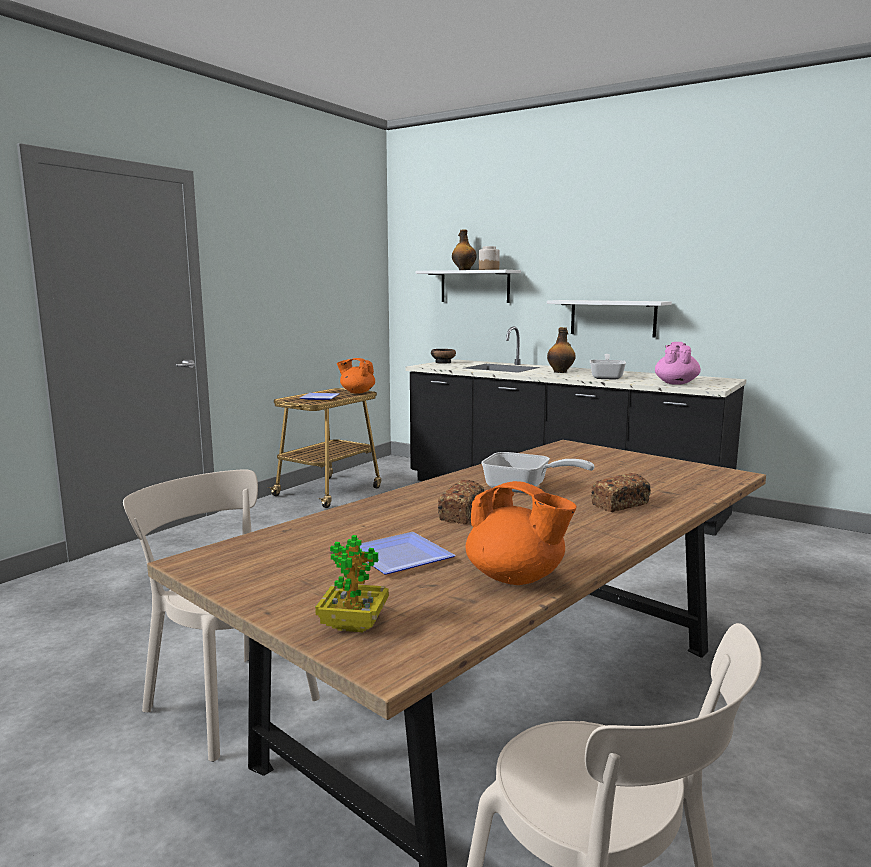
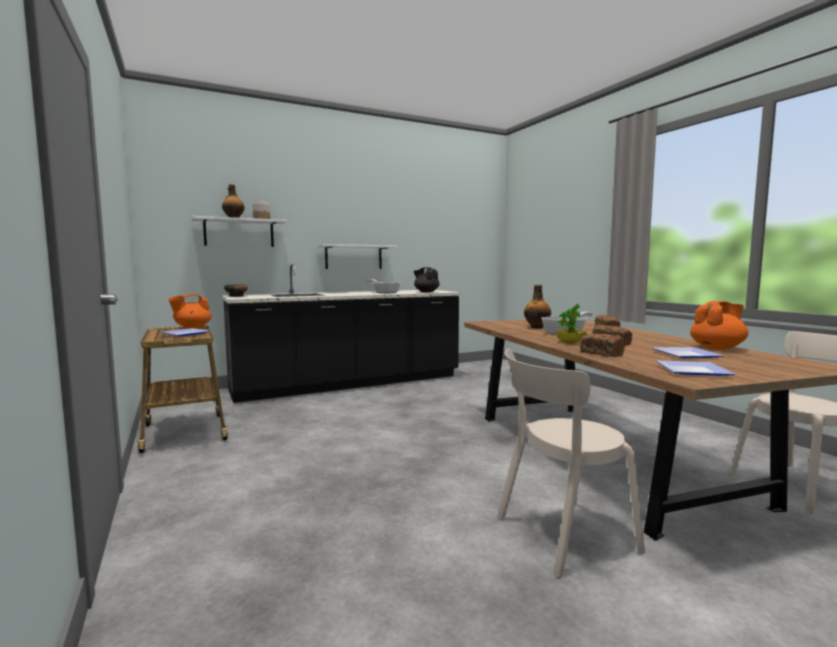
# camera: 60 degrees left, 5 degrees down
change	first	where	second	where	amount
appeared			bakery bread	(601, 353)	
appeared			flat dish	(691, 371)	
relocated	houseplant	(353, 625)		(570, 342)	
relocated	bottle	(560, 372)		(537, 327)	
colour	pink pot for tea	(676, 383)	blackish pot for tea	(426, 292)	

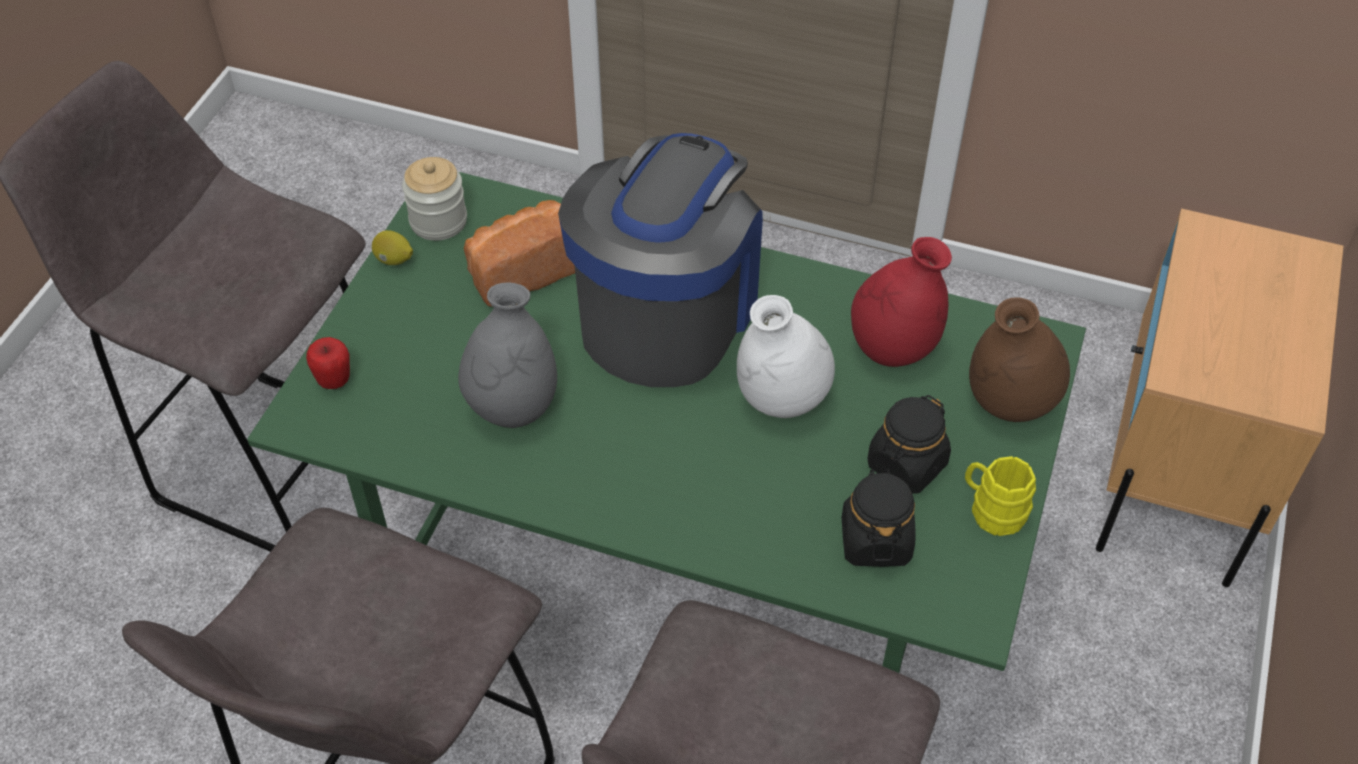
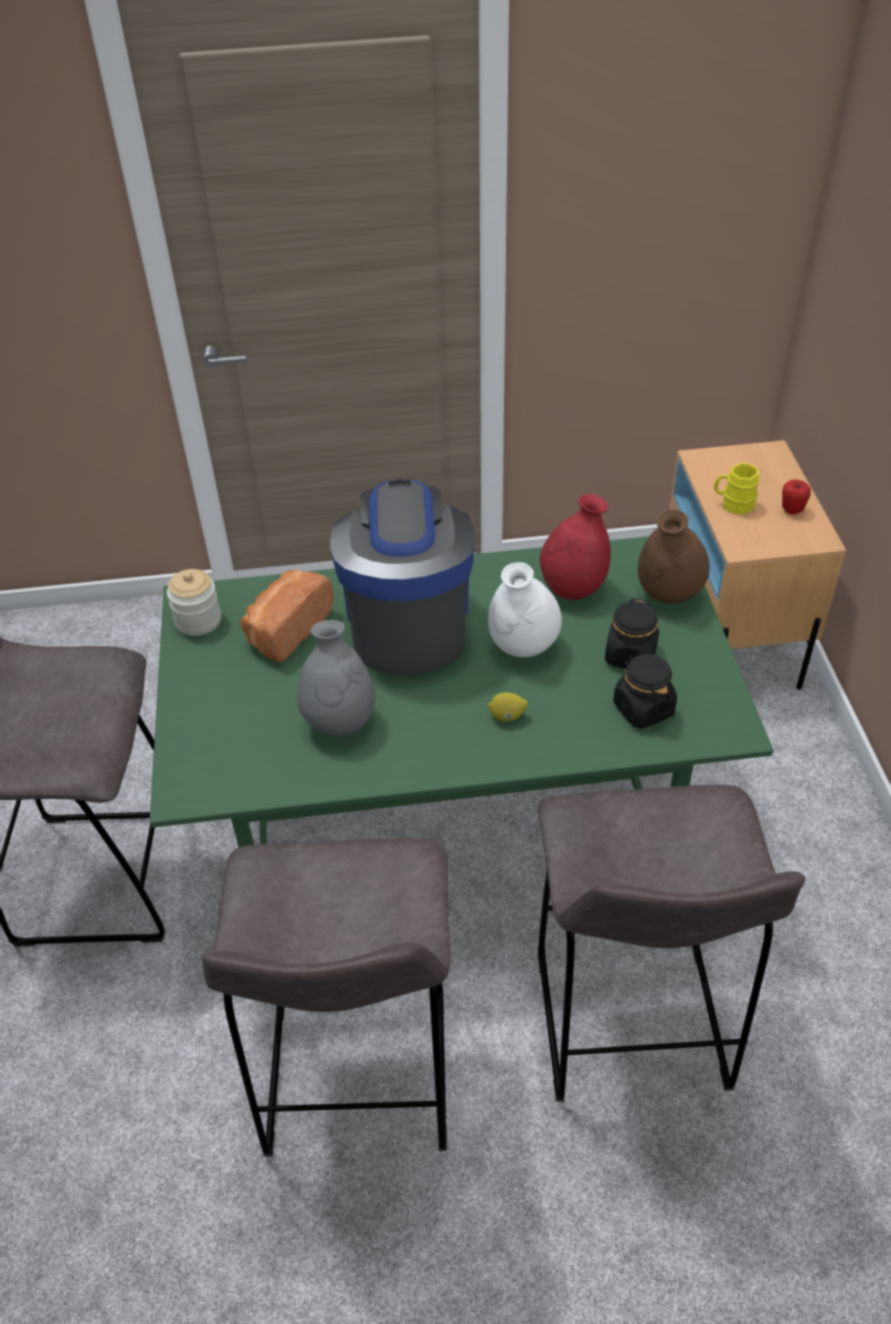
# camera: 25 degrees left, 5 degrees down
change	first	where	second	where	amount
relocated	whole apple	(334, 380)		(792, 510)	
relocated	whole lemon	(394, 260)		(507, 716)	
relocated	yellow mug	(992, 510)		(733, 504)	

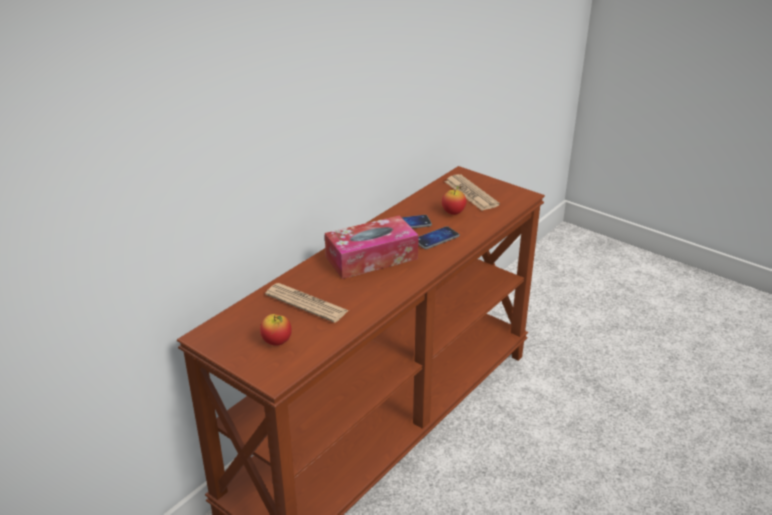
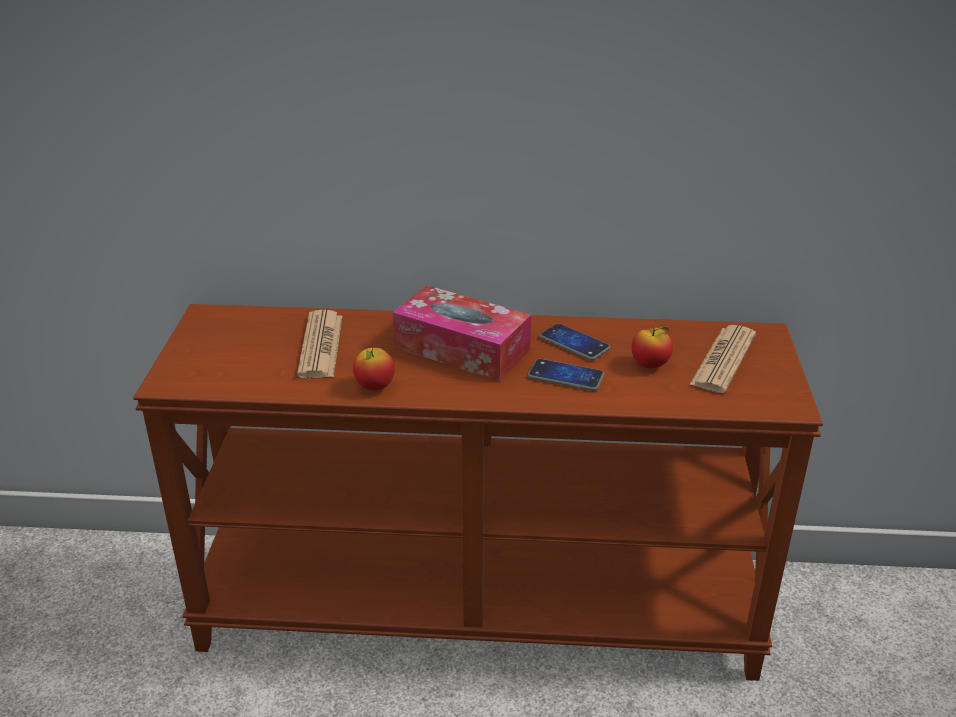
# camera: 55 degrees right, 0 degrees up
change	first	where	second	where	amount
relocated	whole apple	(277, 342)		(374, 387)	

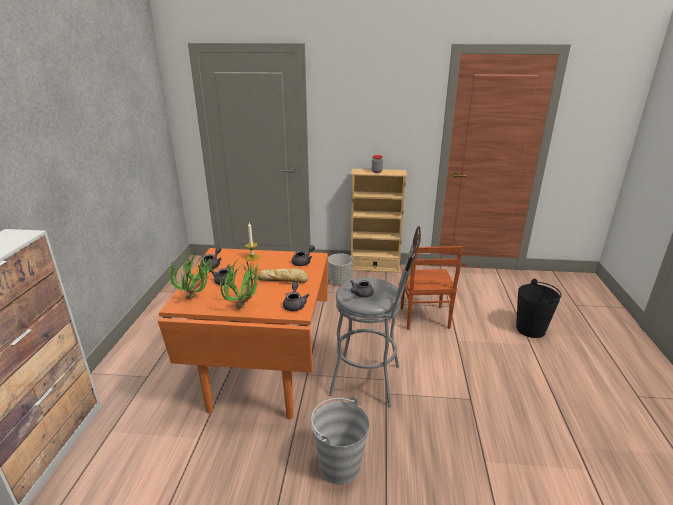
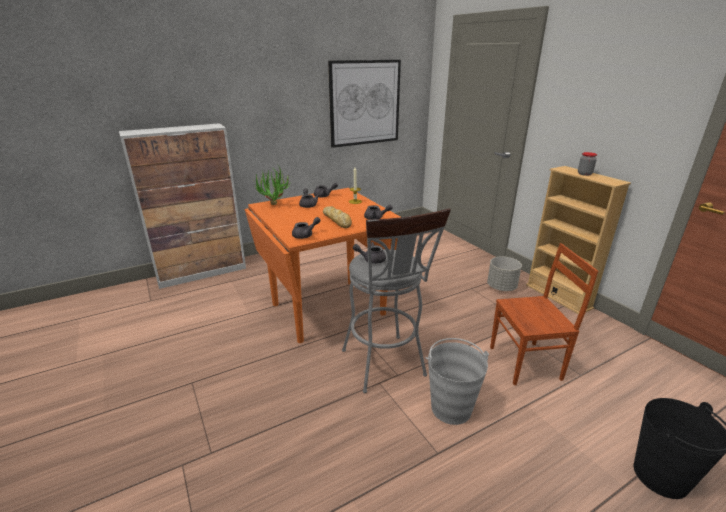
# camera: 55 degrees right, 0 degrees up
change	first	where	second	where	amount
missing	houseplant	(246, 306)			
appeared			wall picture	(365, 103)	
relocated	greyish pail	(339, 466)		(451, 408)	
spun	brown chair	(423, 318)		(526, 363)	150 degrees counterclockwise

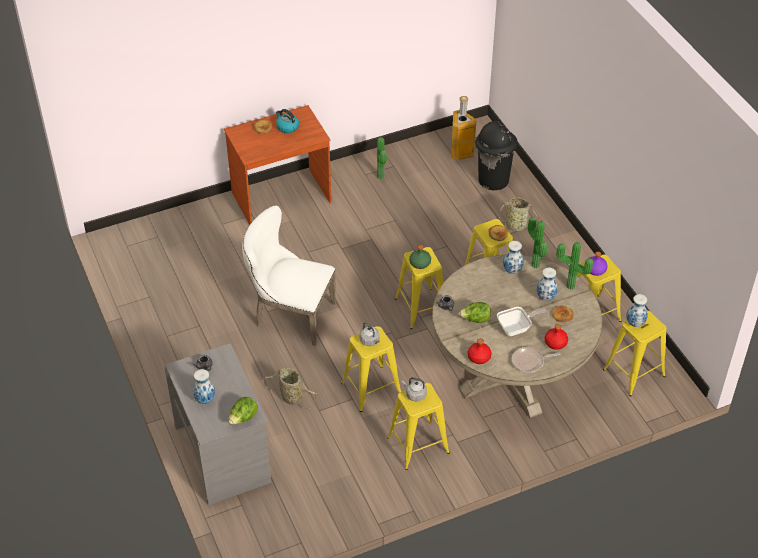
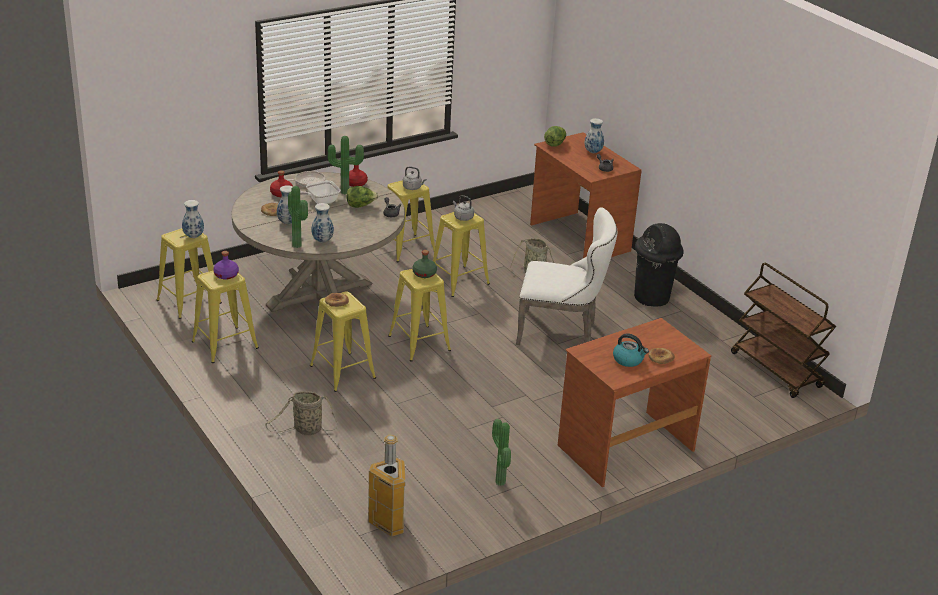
# camera: 170 degrees right, 15 degrees down
change	first	where	second	where	amount
appeared			brown cart	(777, 370)	
relocated	blackish waste bin	(493, 179)		(652, 298)	
relocated	houseplant	(570, 287)		(345, 191)	
colour	greyish desk table	(224, 454)	brown desk table	(578, 238)	

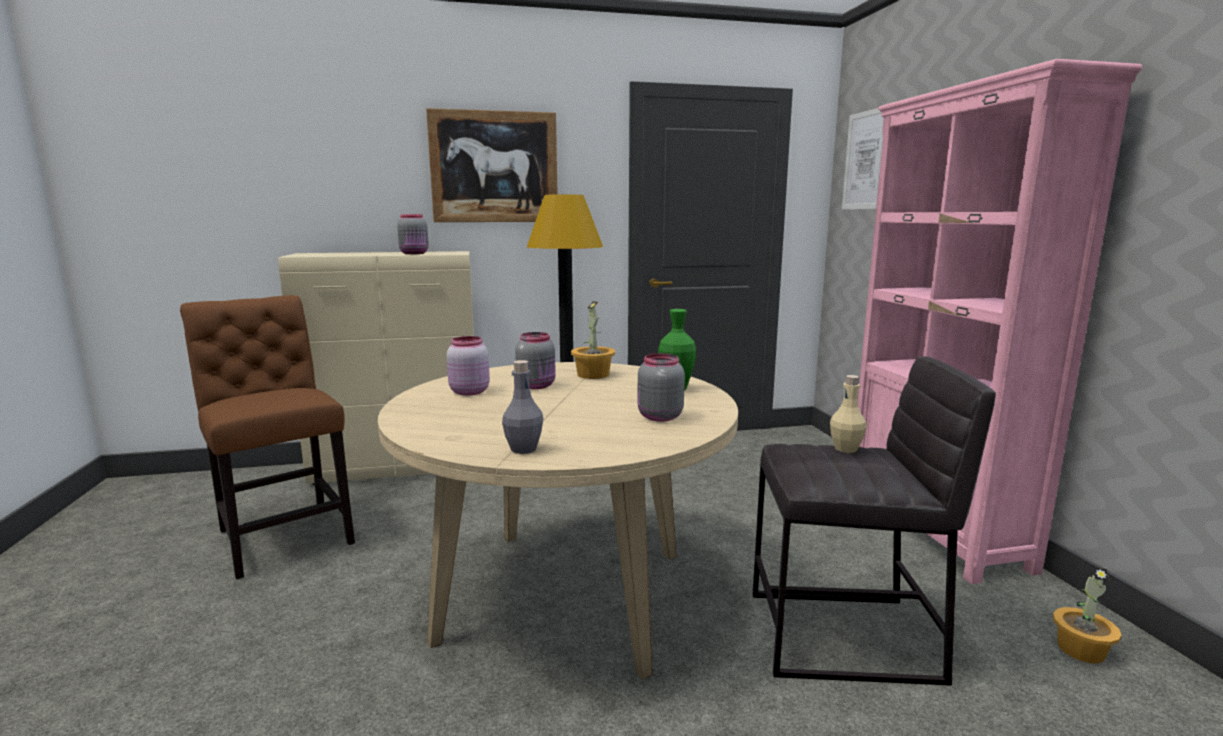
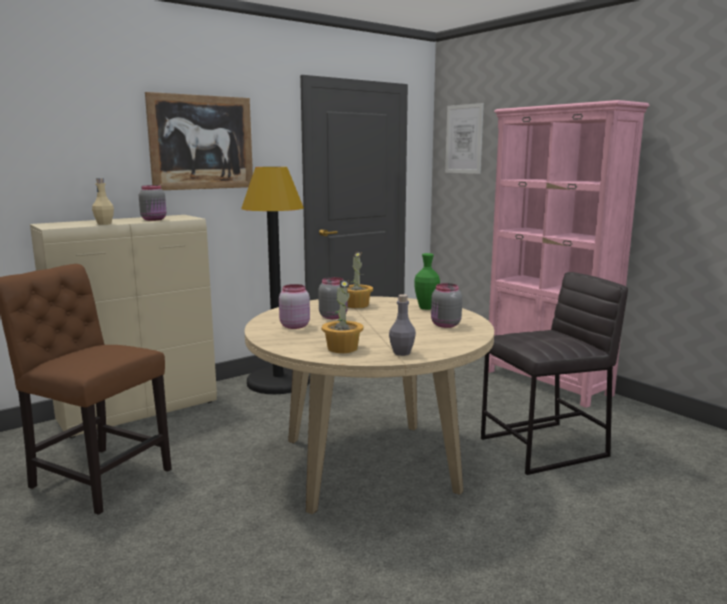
# camera: 25 degrees left, 0 degrees up
change	first	where	second	where	amount
relocated	sand-coloured bottle	(845, 449)		(104, 224)	
relocated	houseplant	(1080, 649)		(342, 348)	

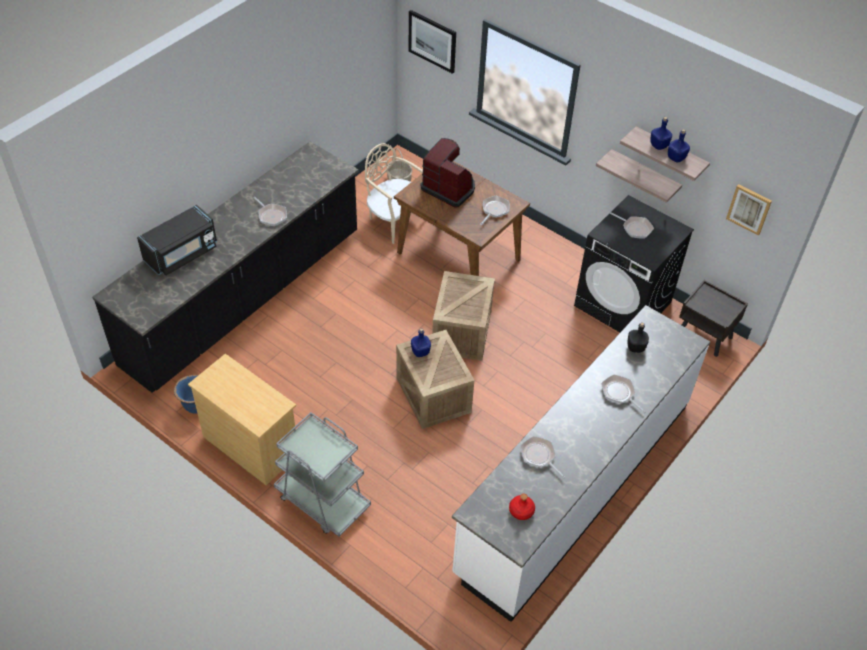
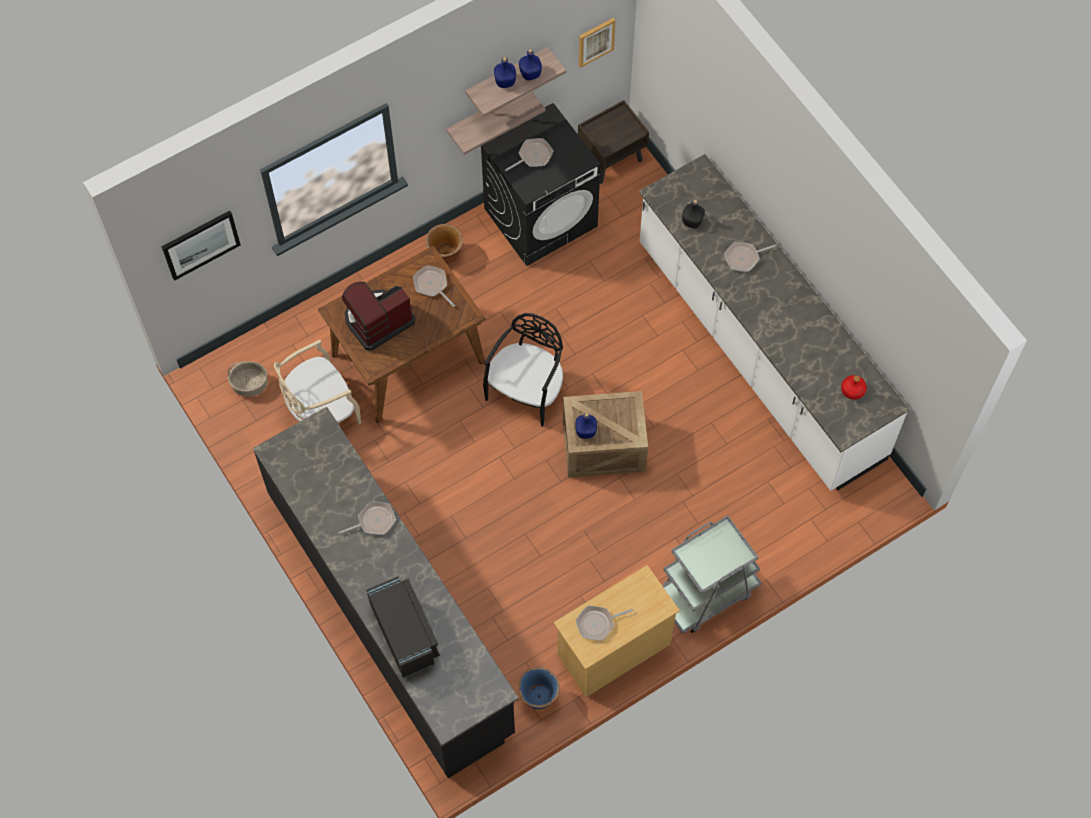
# camera: 70 degrees left, 15 degrees up
change	first	where	second	where	amount
appeared			brown planter	(446, 255)	
relocated	pan	(539, 456)		(598, 623)	
exchanged	packing crate	(462, 333)	blackish chair	(526, 391)	

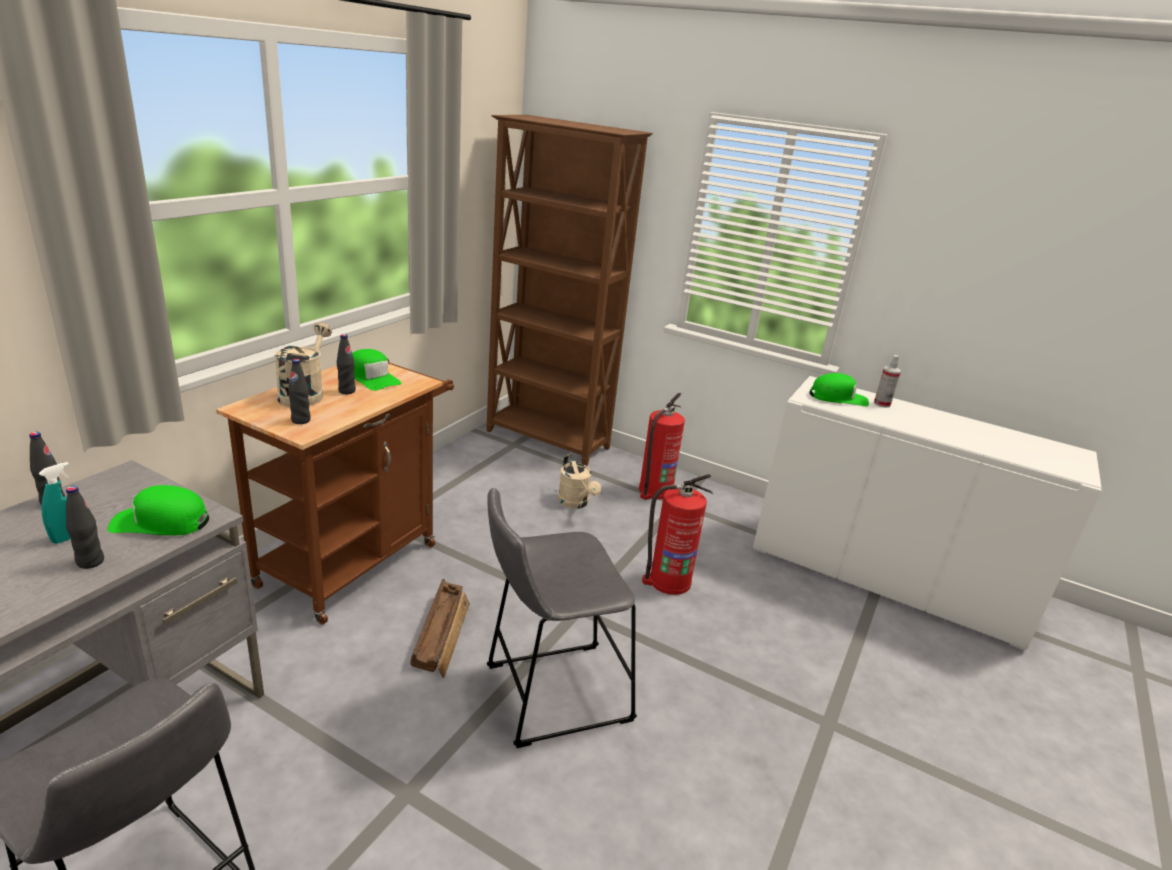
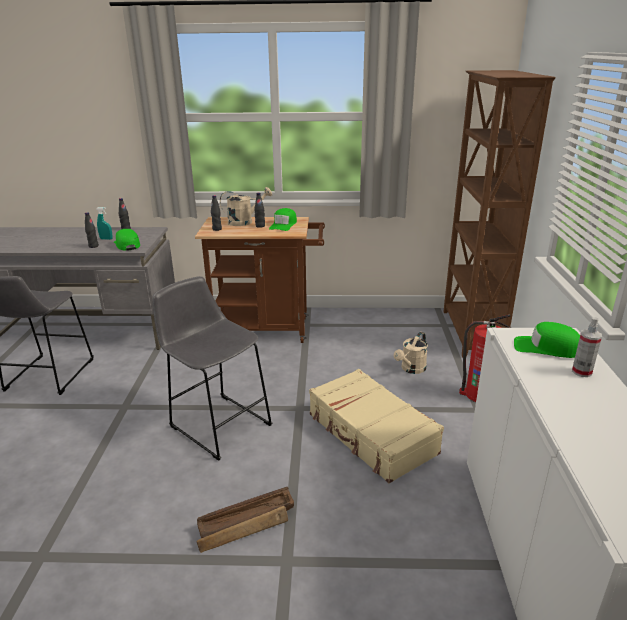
# camera: 65 degrees right, 0 degrees up
change	first	where	second	where	amount
relocated	packing crate	(442, 633)		(247, 524)	
exchanged	fire-fighting cylinder	(668, 581)	sand-coloured piece of luggage	(371, 434)	
spun	green-coloured peaked cap	(838, 398)		(546, 348)	135 degrees clockwise

